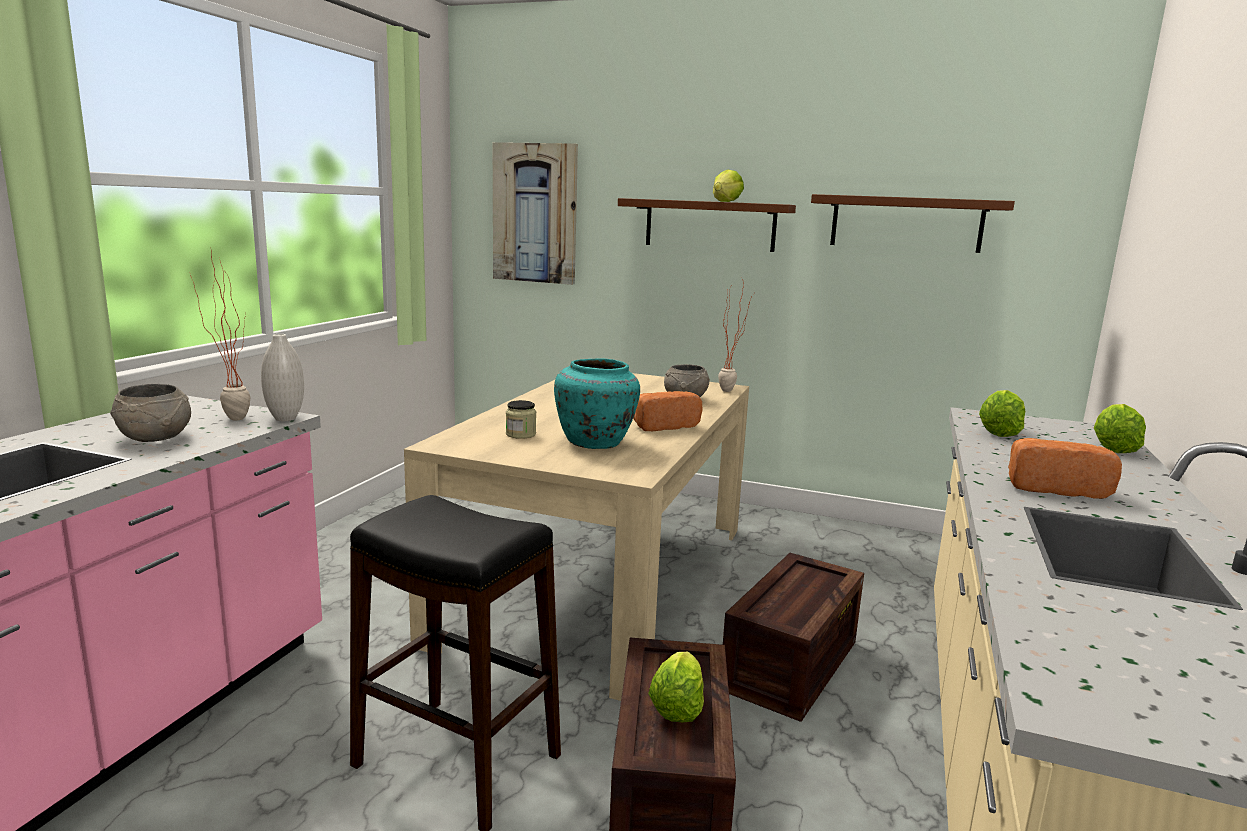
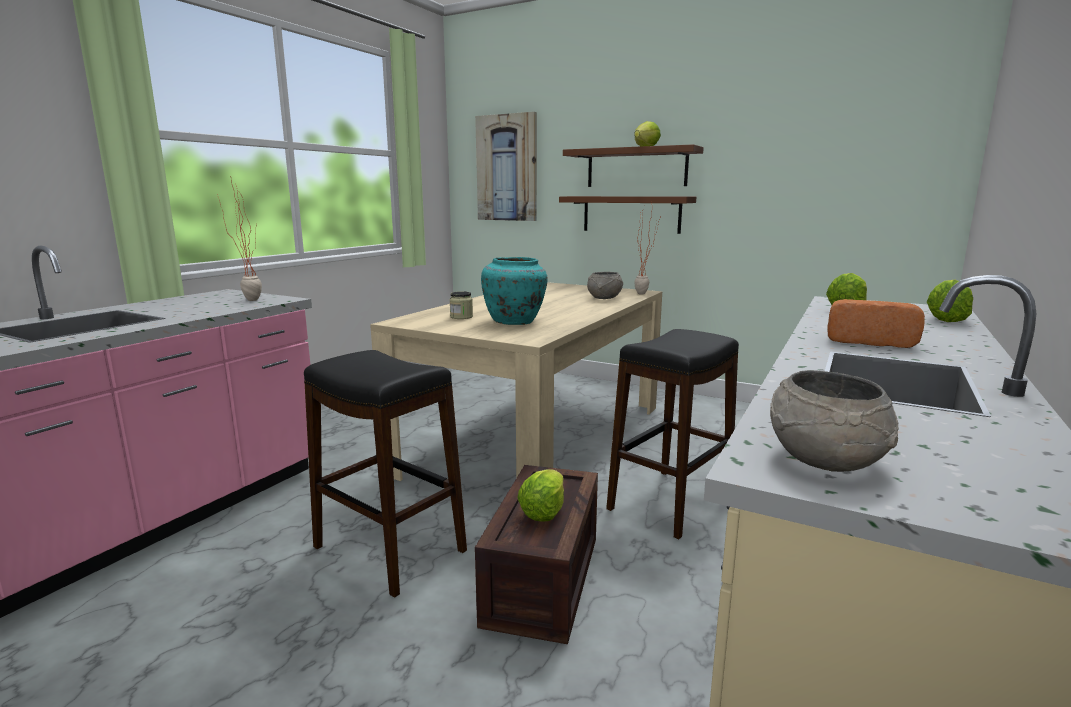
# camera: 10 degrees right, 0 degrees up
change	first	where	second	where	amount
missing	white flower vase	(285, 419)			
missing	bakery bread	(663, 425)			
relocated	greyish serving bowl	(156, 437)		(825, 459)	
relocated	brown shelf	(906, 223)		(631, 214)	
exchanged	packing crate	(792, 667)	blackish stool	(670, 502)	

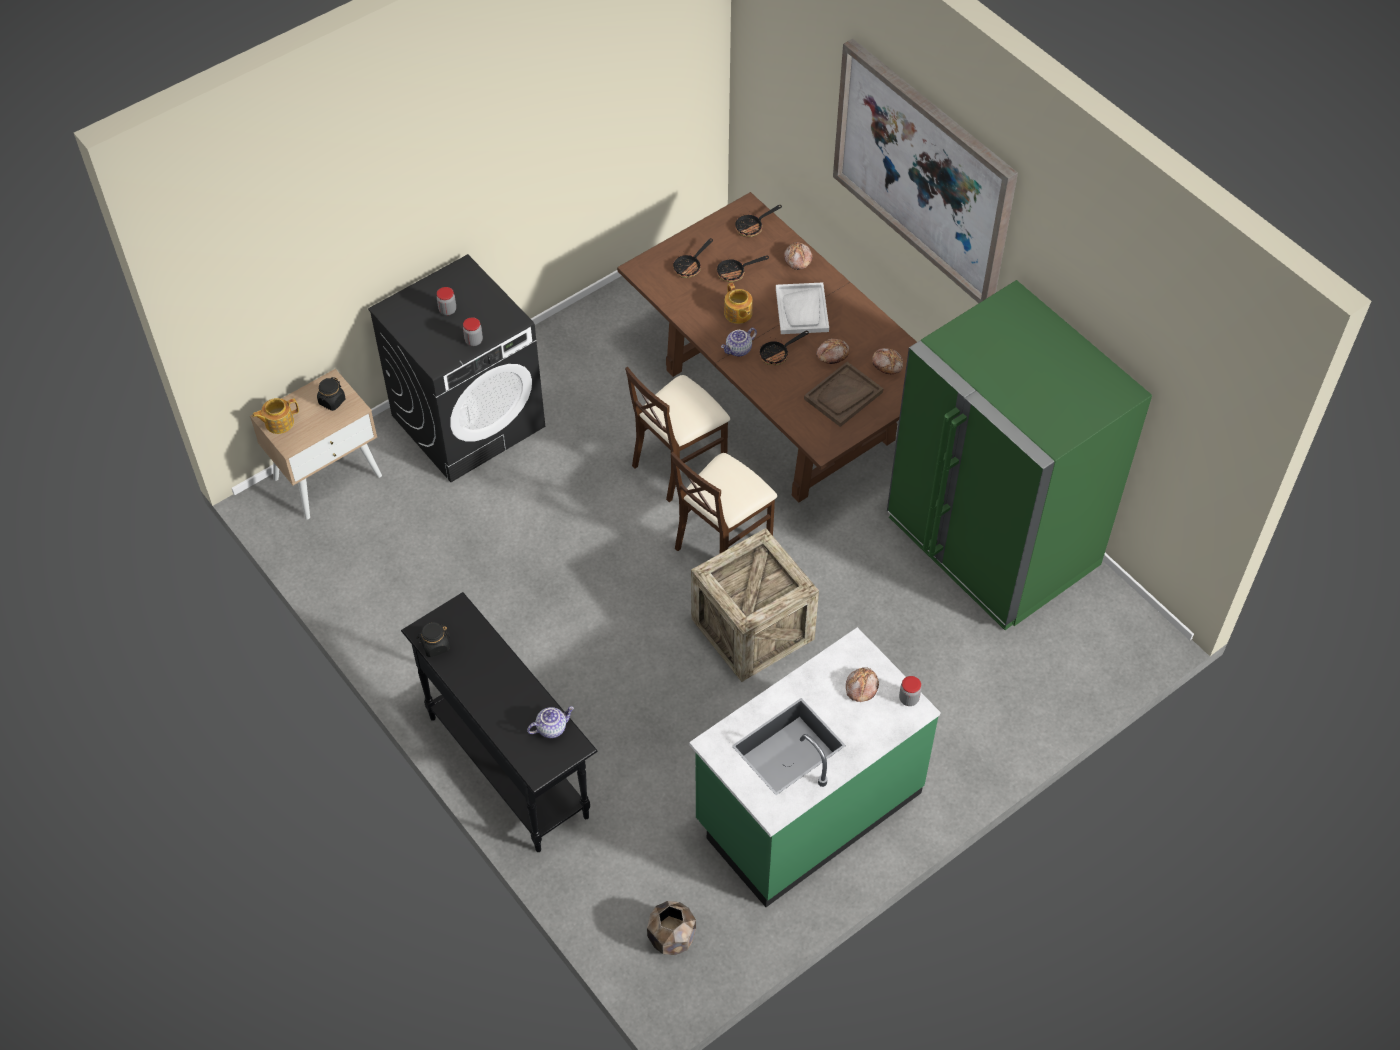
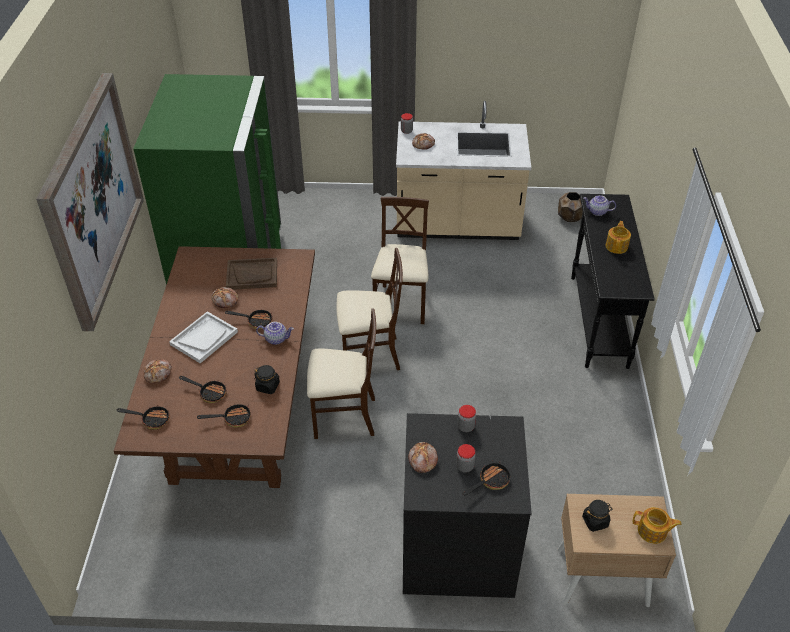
# camera: 140 degrees left, 10 degrees down
change	first	where	second	where	amount
appeared			pan	(490, 481)	
relocated	blackish jar	(435, 646)		(268, 386)	
relocated	pot for tea	(738, 314)		(617, 246)	
relocated	bakery bread	(887, 364)		(422, 460)	
exchanged	packing crate	(752, 629)	sand-coloured chair	(401, 305)	
colour	green-coloured kitchen counter	(807, 807)	sand-coloured kitchen counter	(457, 225)	

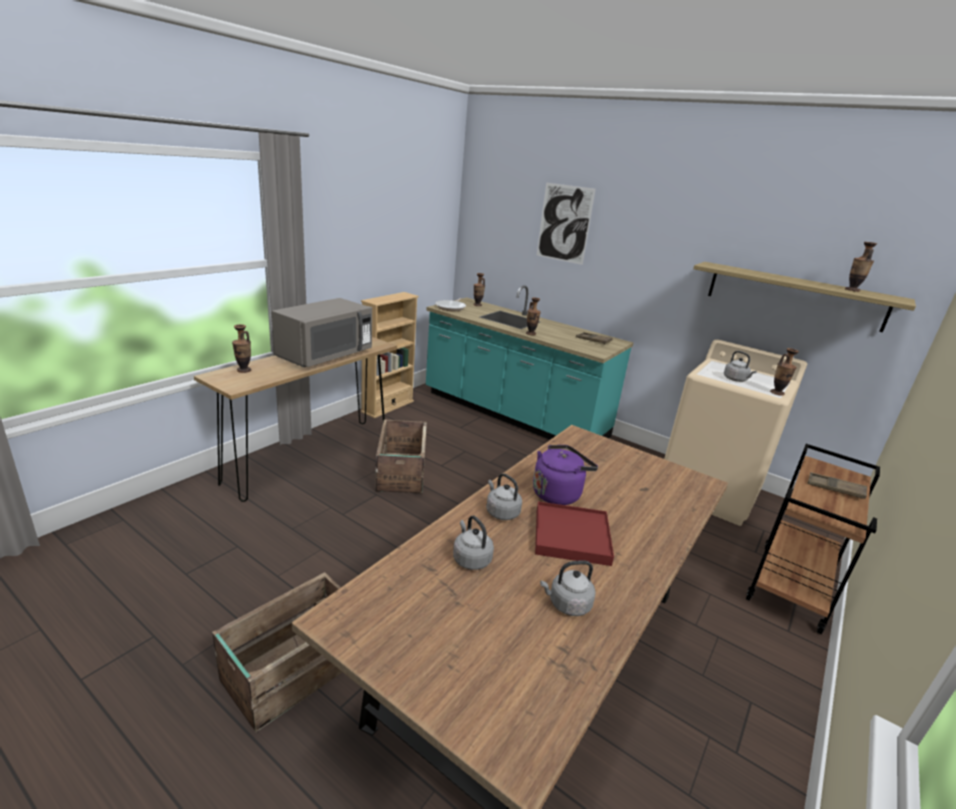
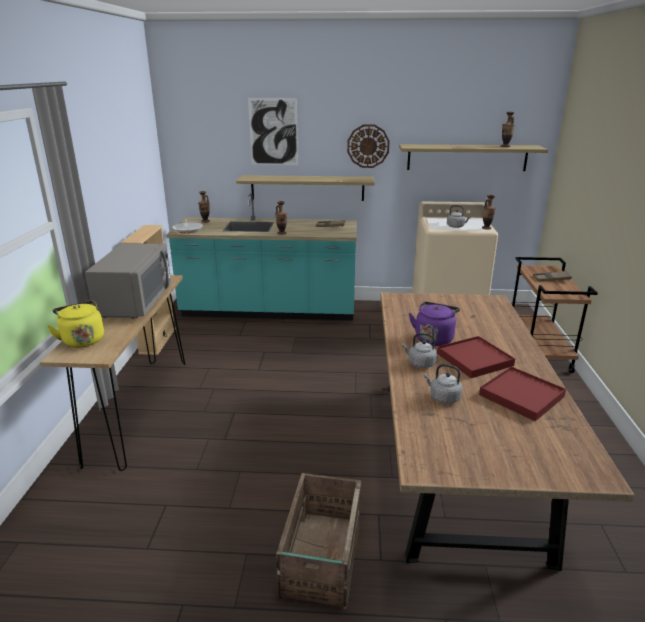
# camera: 30 degrees left, 0 degrees up
change	first	where	second	where	amount
missing	packing crate	(401, 473)			
appeared			shelf	(307, 188)	
appeared			wall clock	(368, 146)	
exchanged	flower vase	(244, 370)	yellow tea kettle	(82, 340)	
exchanged	greyish tea kettle	(567, 604)	red carrying tray	(521, 396)	

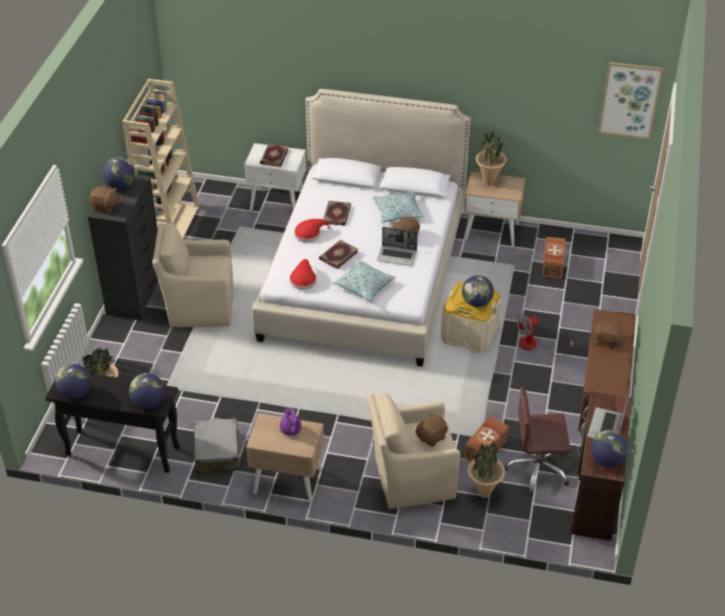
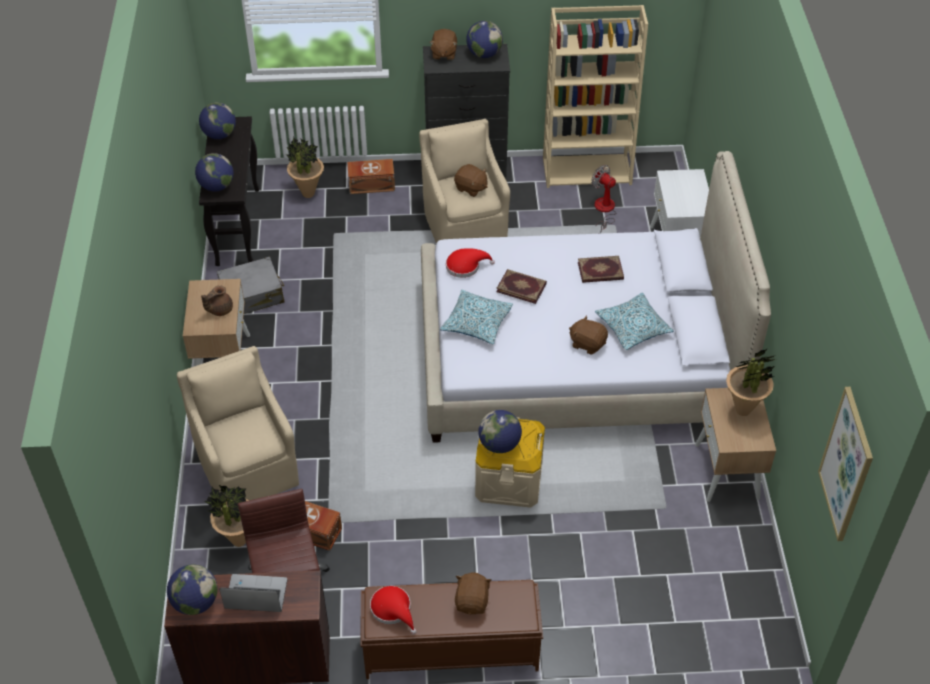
# camera: 75 degrees right, 5 degrees up
change	first	where	second	where	amount
missing	book	(273, 156)			
missing	portable computer	(397, 256)			
relocated	red hat	(309, 234)		(393, 610)	
relocated	brown plush toy	(431, 437)		(471, 188)	
relocated	electric fan	(535, 345)		(604, 210)	
relocated	brown storage box	(552, 265)		(371, 184)	
colour	purple pot for tea	(291, 430)	brown pot for tea	(219, 310)	

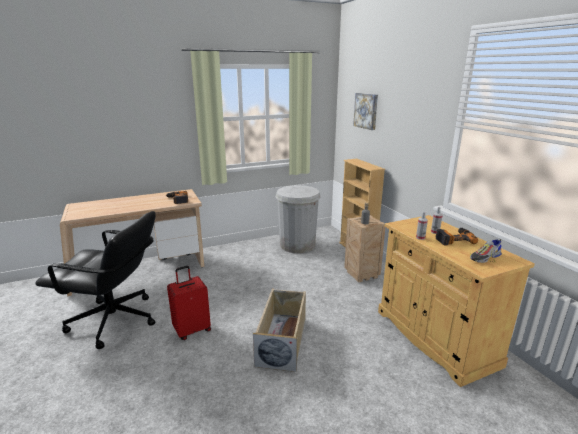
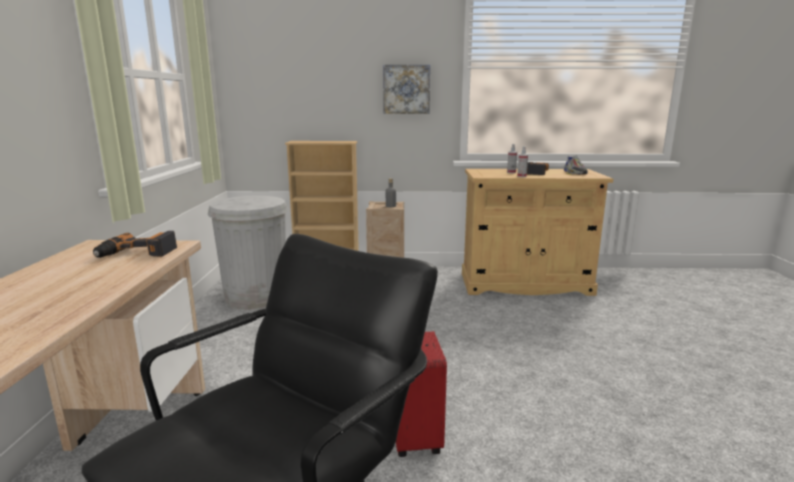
# camera: 65 degrees left, 5 degrees down
change	first	where	second	where	amount
missing	sand-coloured storage box	(282, 340)			
relocated	wall picture	(366, 111)		(406, 89)	

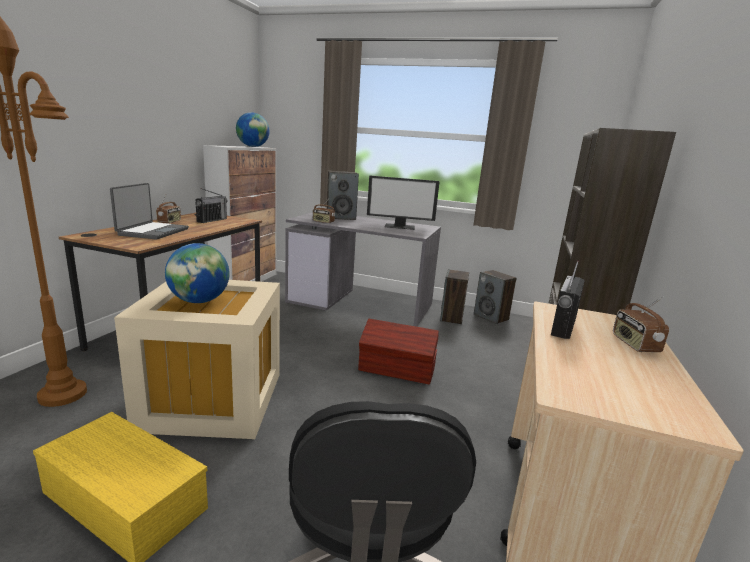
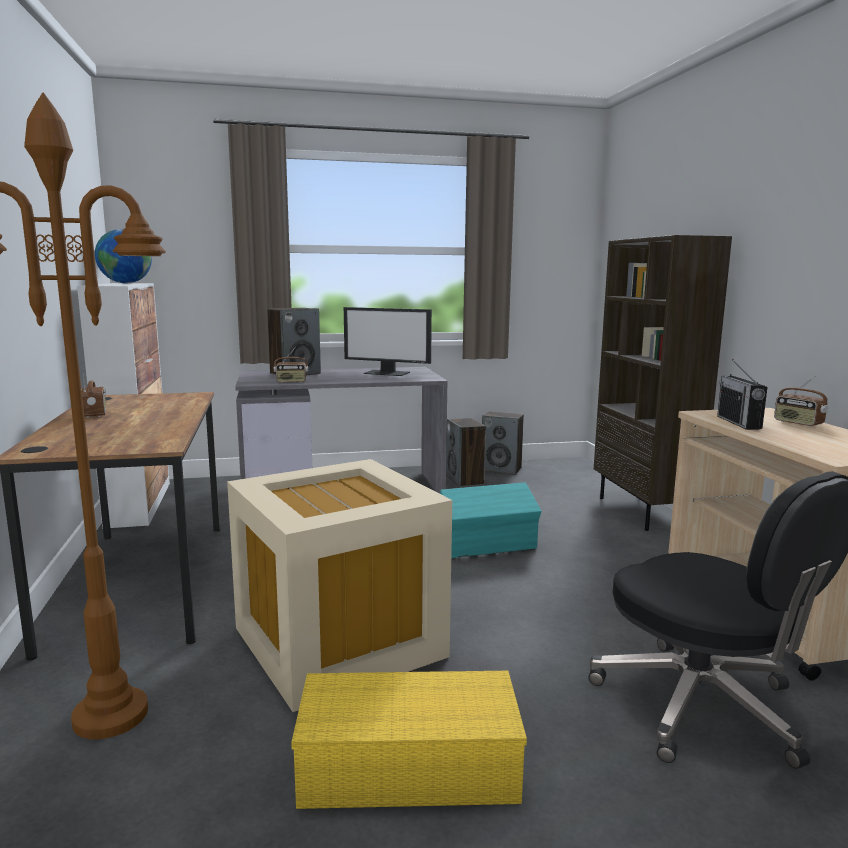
# camera: 30 degrees left, 5 degrees down
change	first	where	second	where	amount
missing	portable computer	(152, 232)			
missing	world globe	(199, 301)			
missing	radio set	(212, 220)			
colour	brown storage box	(397, 370)	blue-green storage box	(487, 545)	
spun	computer display	(400, 226)		(387, 373)	45 degrees clockwise

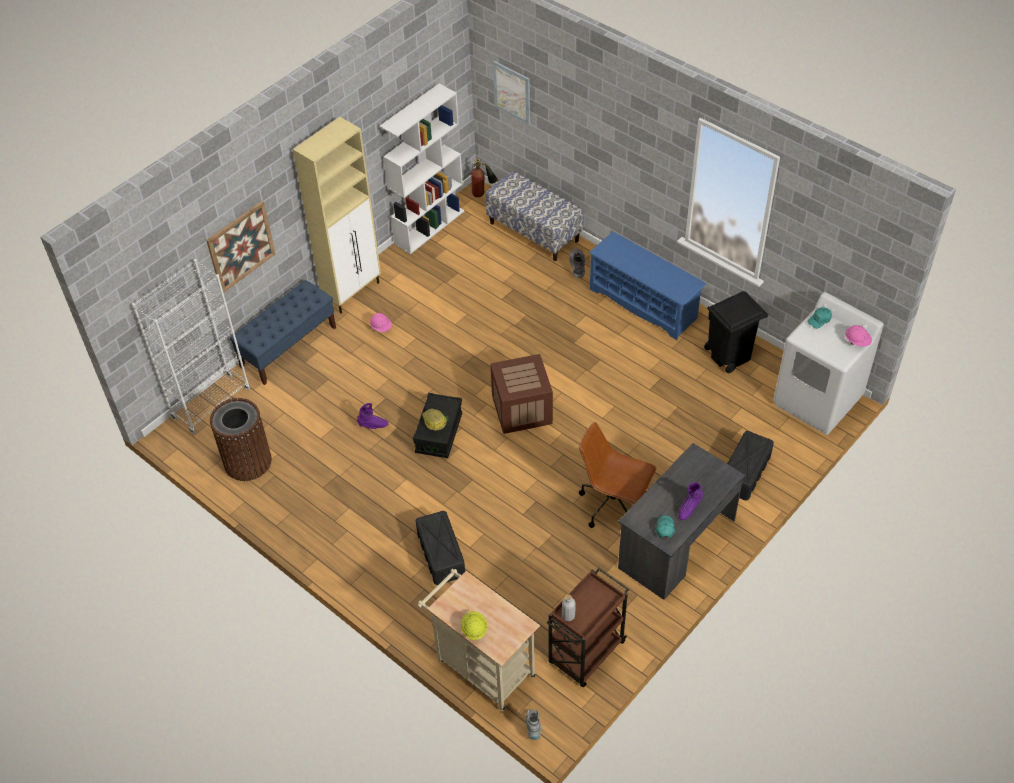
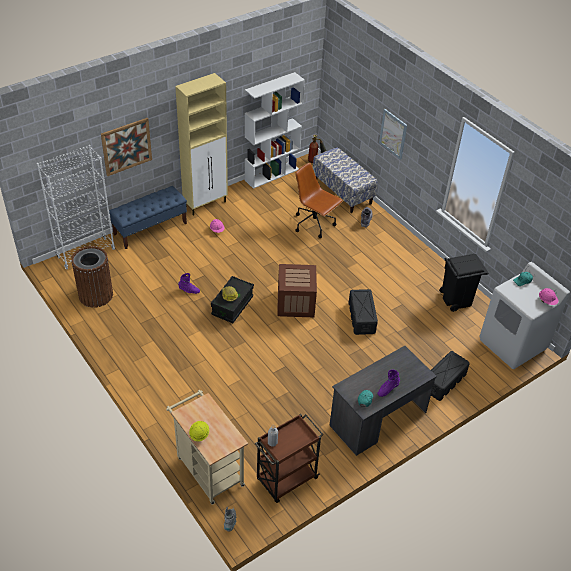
# camera: 10 degrees right, 5 degrees down
change	first	where	second	where	amount
missing	bluish shoe shelf	(644, 304)			
relocated	blackish storage box	(441, 555)		(361, 318)	
relocated	wall picture	(512, 92)		(393, 134)	
relocated	brown desk chair	(613, 505)		(314, 224)	

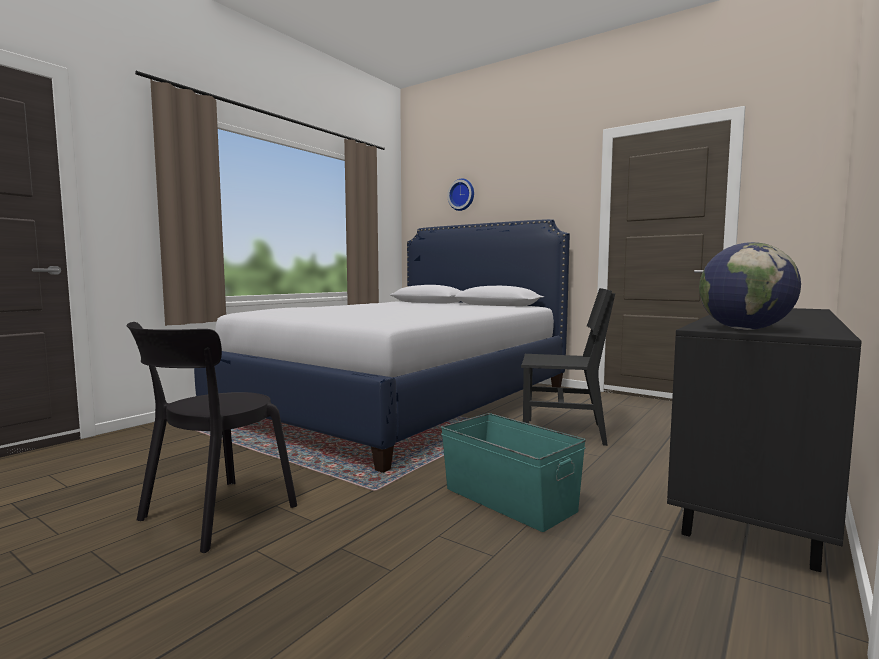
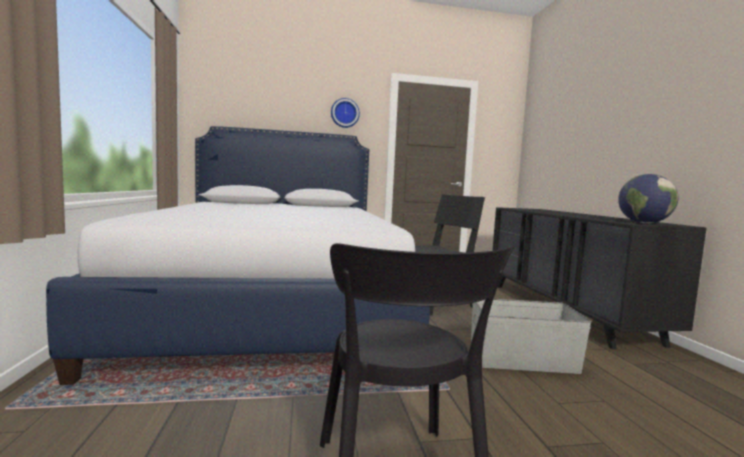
# camera: 45 degrees left, 0 degrees up
change	first	where	second	where	amount
relocated	wall clock	(462, 195)		(345, 113)	
colour	blue-green storage box	(509, 500)	greyish storage box	(523, 360)	

